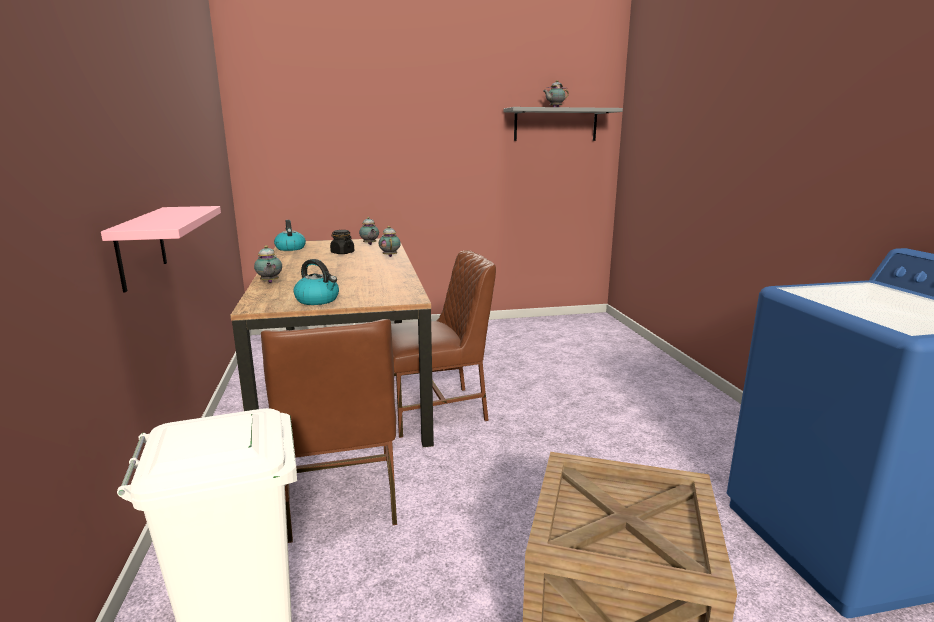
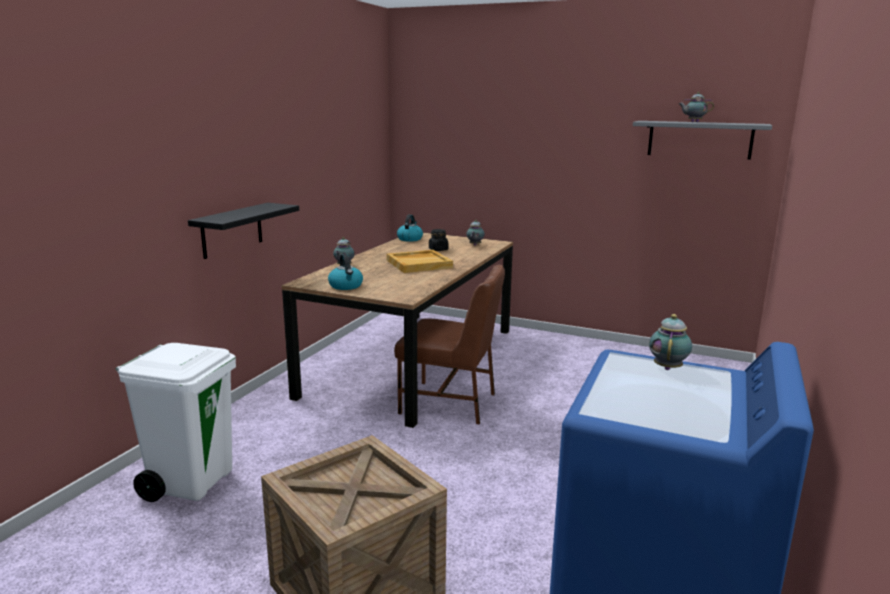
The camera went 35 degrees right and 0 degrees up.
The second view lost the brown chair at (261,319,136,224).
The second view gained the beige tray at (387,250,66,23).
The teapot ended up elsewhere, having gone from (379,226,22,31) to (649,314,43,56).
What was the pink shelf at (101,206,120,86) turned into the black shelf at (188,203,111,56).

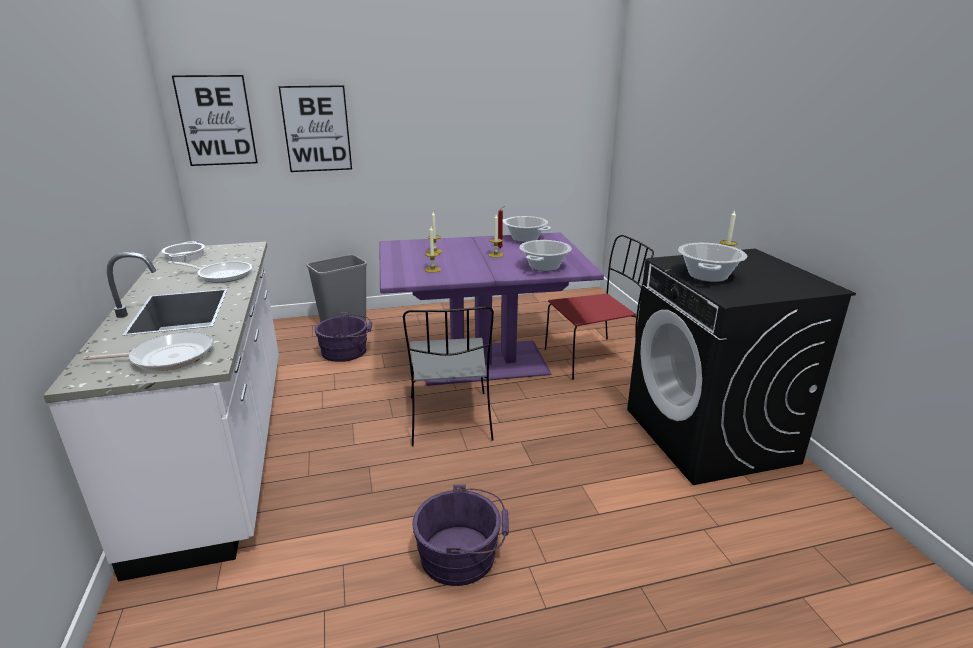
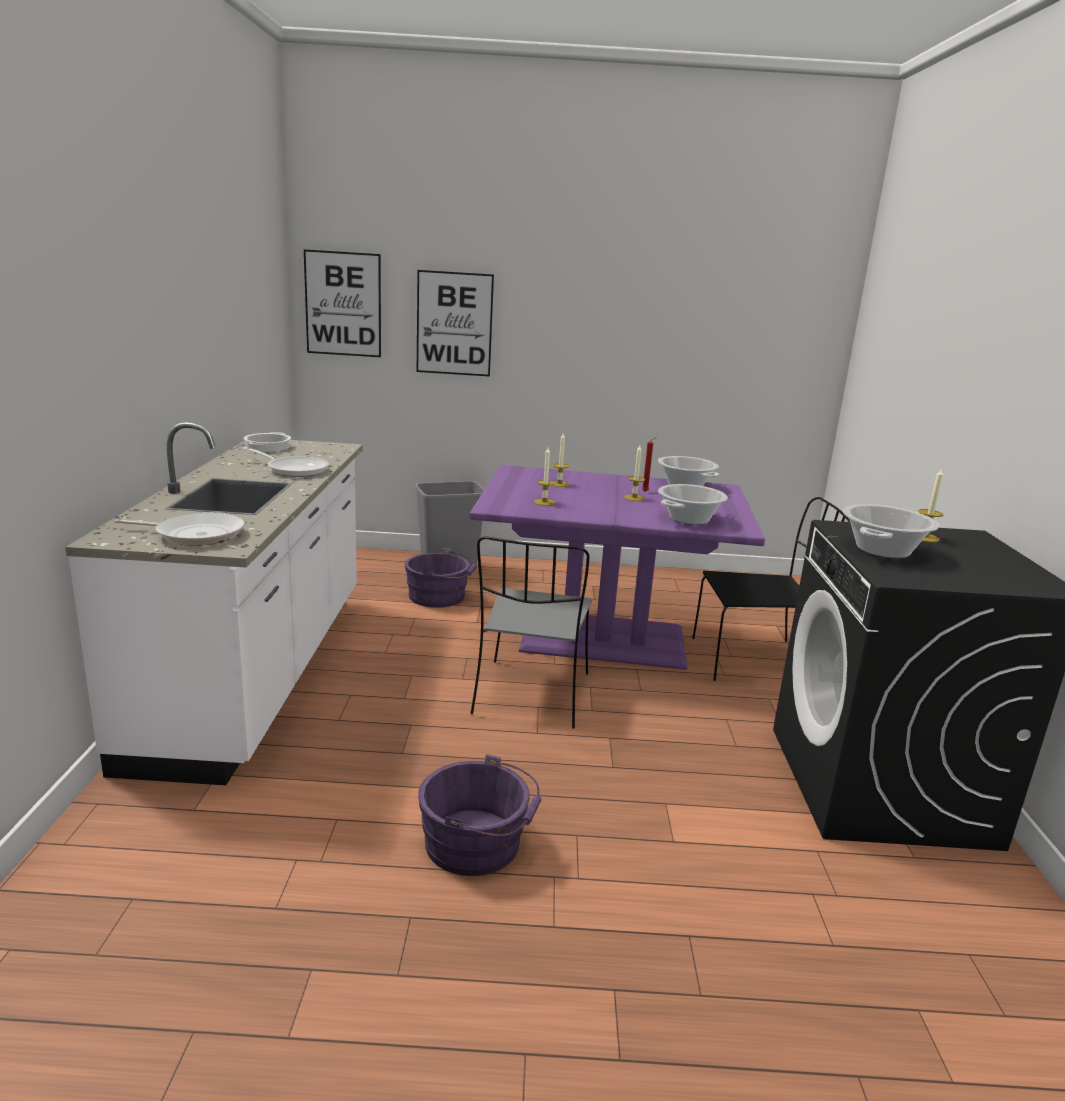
The camera went 15 degrees right and 5 degrees down.
What was the red chair at (545,235,109,145) turned into the black chair at (692,497,158,184).

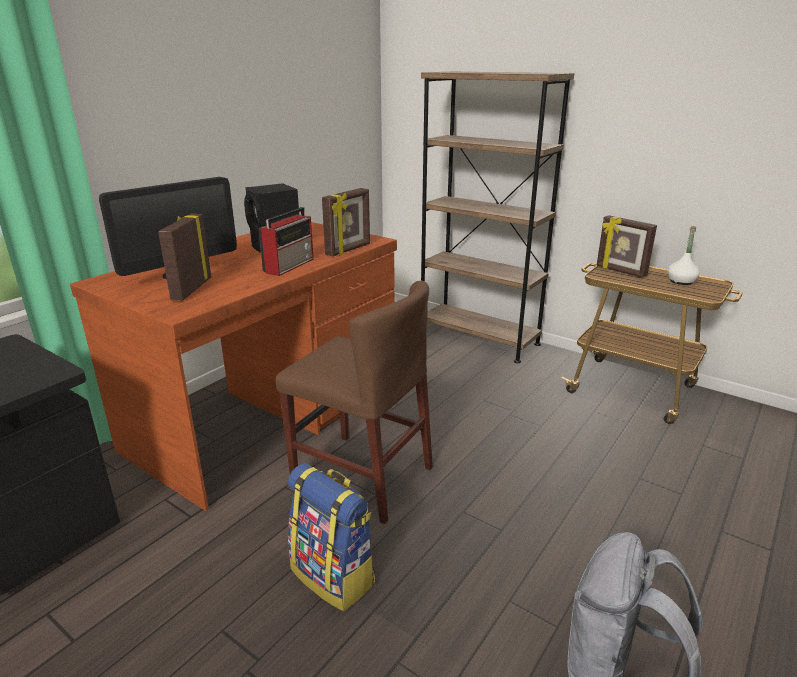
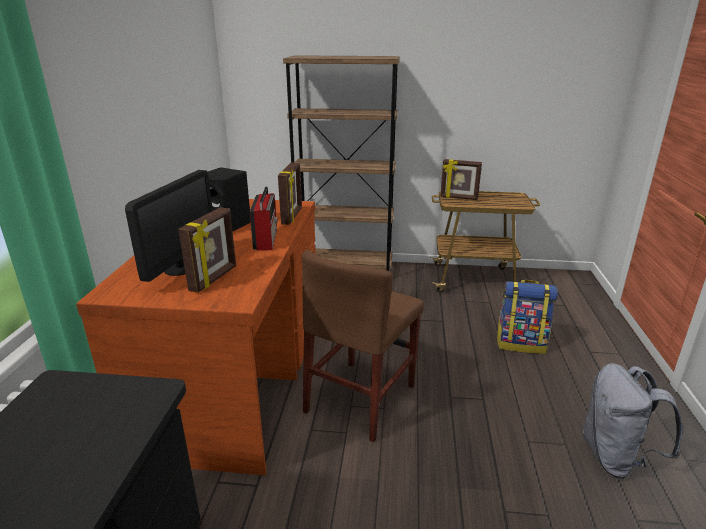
The camera went 30 degrees left and 0 degrees up.
The second view lost the white bottle at (668,226,32,59).
The backpack ended up elsewhere, having gone from (288,463,87,148) to (496,280,62,74).
The picture frame at (158,214,53,87) ended up facing another way, 135 degrees counterclockwise from before.
The brown chair at (275,281,158,243) ended up facing another way, 120 degrees clockwise from before.

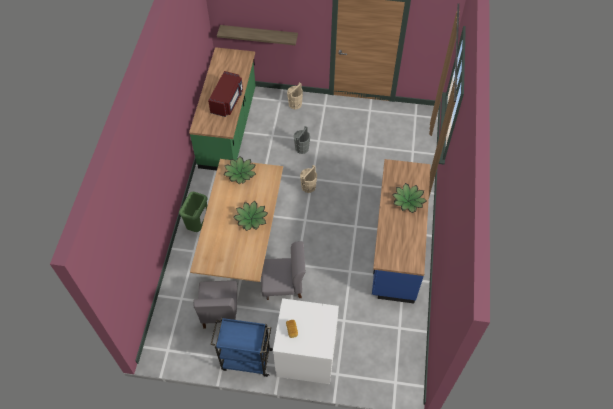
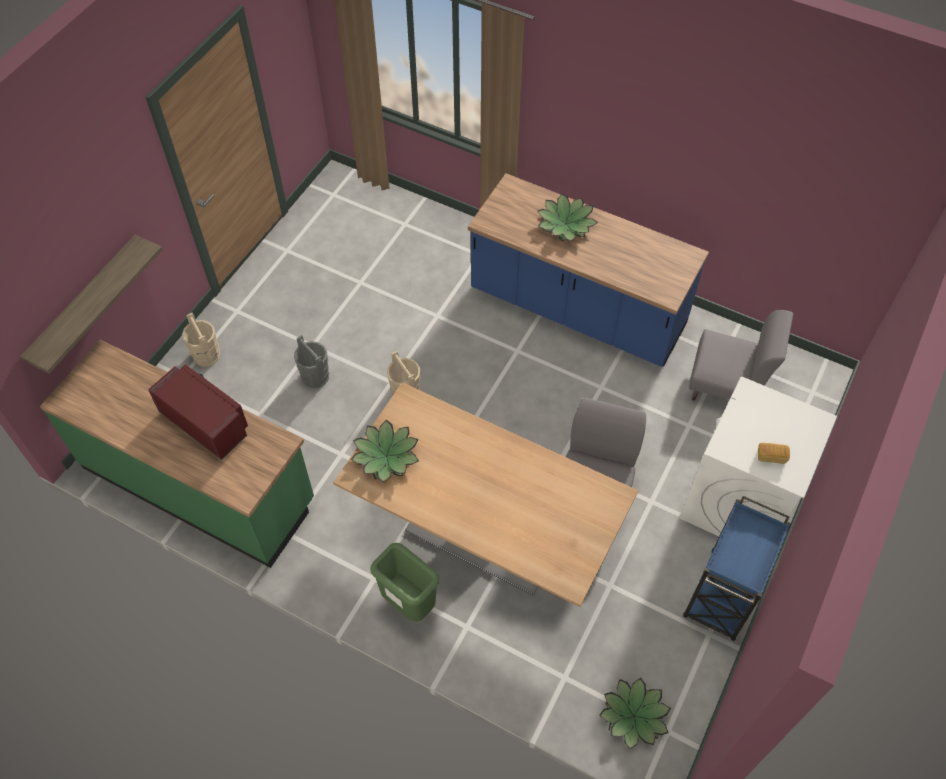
The camera went 70 degrees left and 0 degrees up.
The grey chair ended up elsewhere, having gone from (193,280,44,49) to (689,310,104,91).
The potted plant ended up elsewhere, having gone from (233,201,35,30) to (600,678,71,71).

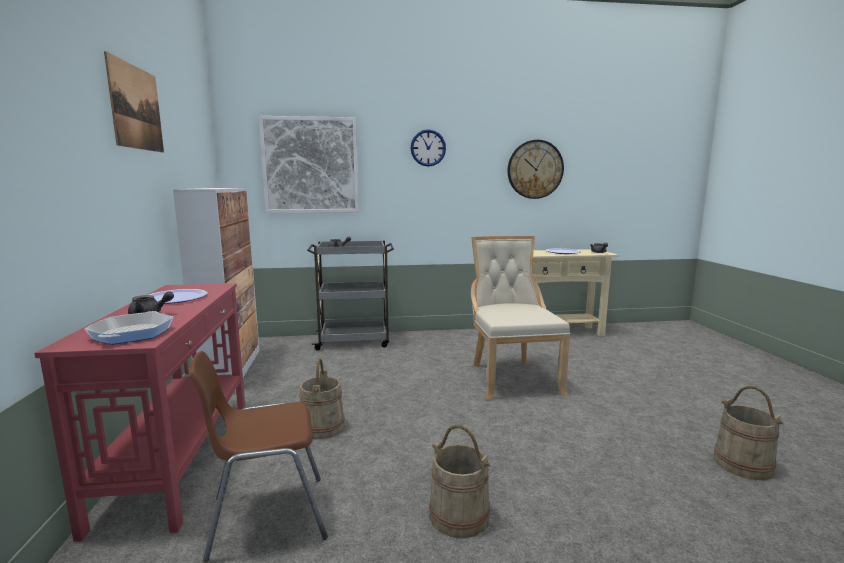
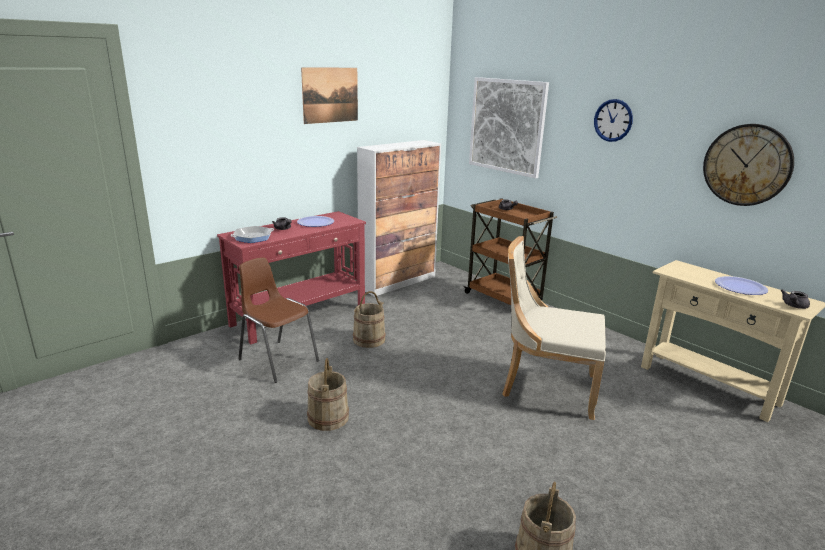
The camera went 55 degrees right and 10 degrees up.
What was the grey cart at (307,240,87,110) turned into the brown cart at (463,198,94,107).
The beige chair at (471,236,99,164) ended up facing another way, 120 degrees counterclockwise from before.

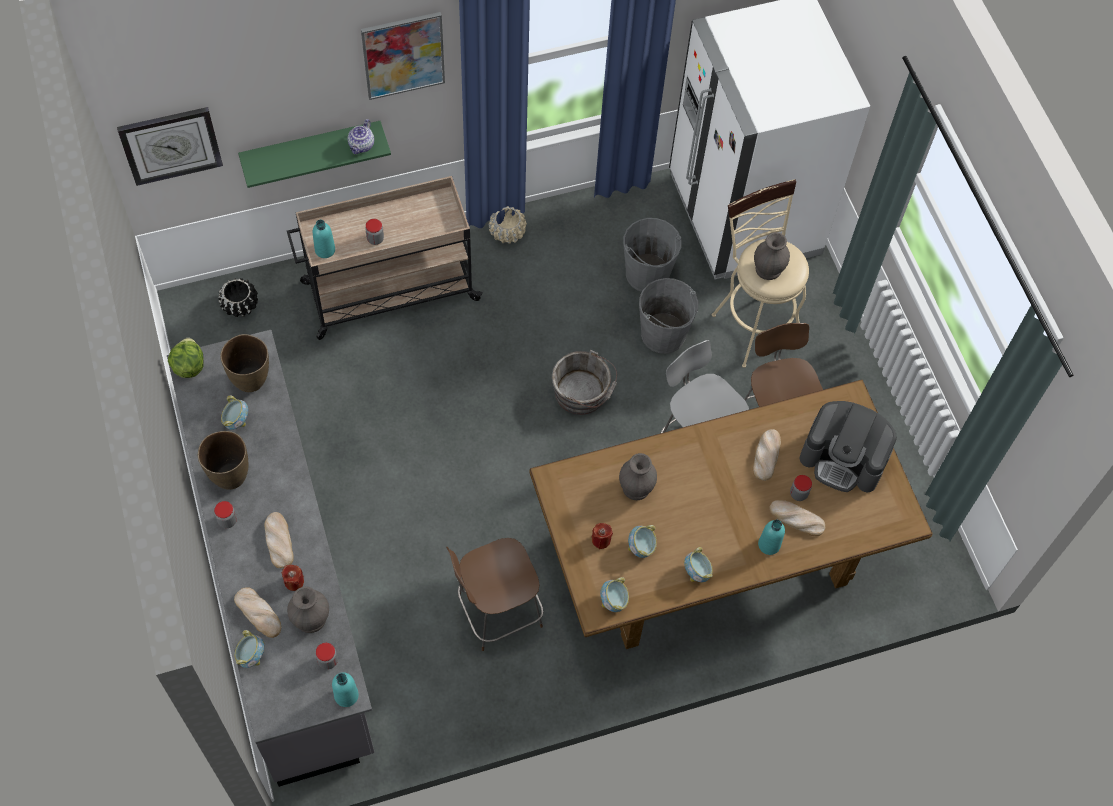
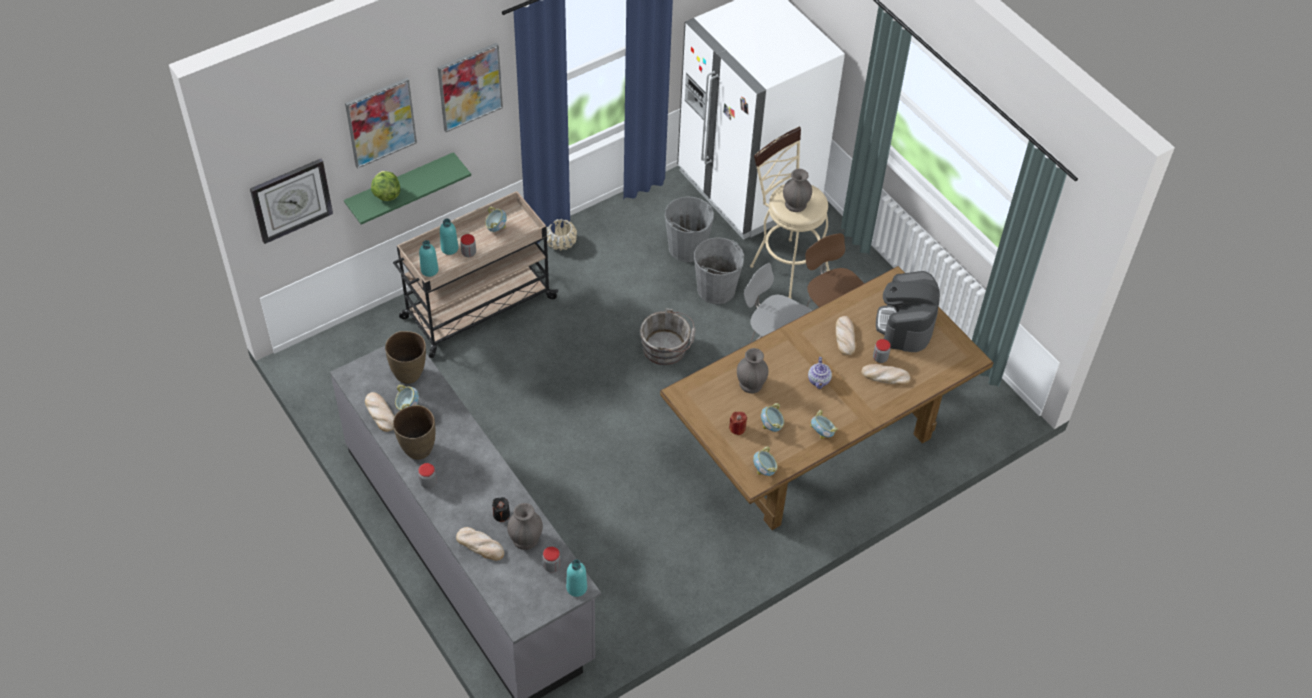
The camera went 15 degrees left and 10 degrees down.
The second view lost the black planter at (219,278,39,39).
The second view lost the brown chair at (446,538,97,113).
The second view gained the picture at (345,78,72,91).
The lettuce ended up elsewhere, having gone from (168,338,36,40) to (371,171,29,30).
The bowl ended up elsewhere, having gone from (235,630,29,38) to (485,207,22,25).
The bread ended up elsewhere, having gone from (265,512,29,56) to (365,392,29,40).
The teapot ended up elsewhere, having gone from (348,119,26,35) to (808,357,24,32).
The turquoise bottle ended up elsewhere, having gone from (758,520,27,35) to (440,219,18,36).
What was the red candle at (282,565,22,26) turned into the black candle at (492,497,18,25).
The coffee machine at (800,401,97,91) ended up facing another way, 90 degrees clockwise from before.

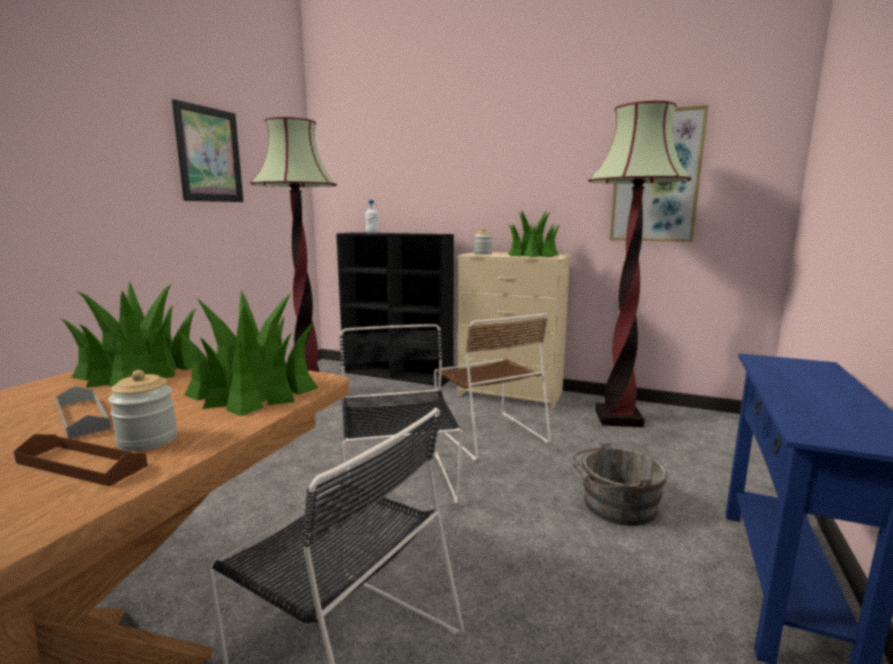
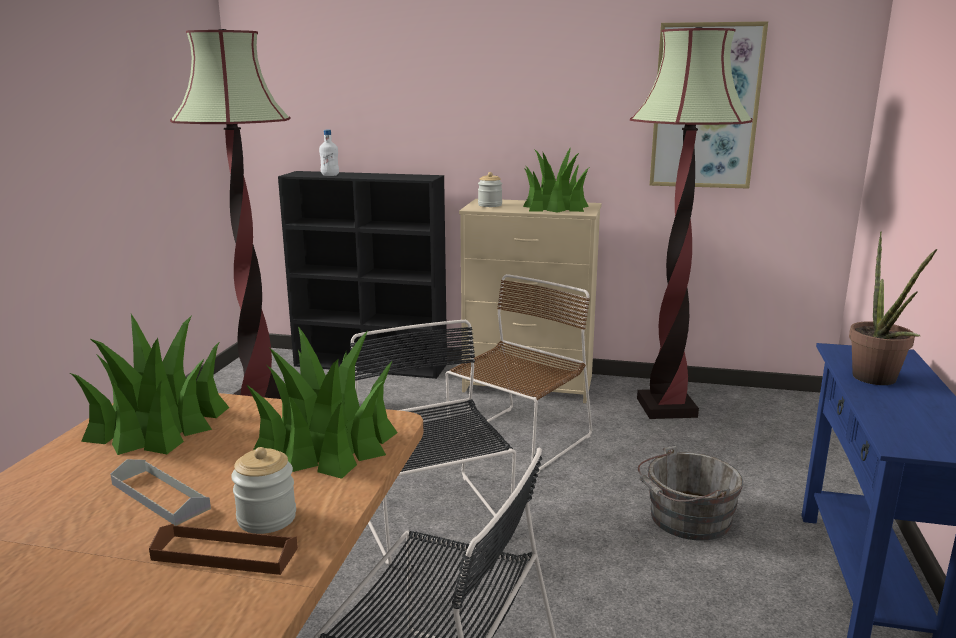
The camera went 10 degrees left and 5 degrees up.
The second view lost the picture at (172,99,71,103).
The second view gained the potted plant at (849,231,88,154).
The brown chair at (434,313,117,148) ended up facing another way, 105 degrees counterclockwise from before.

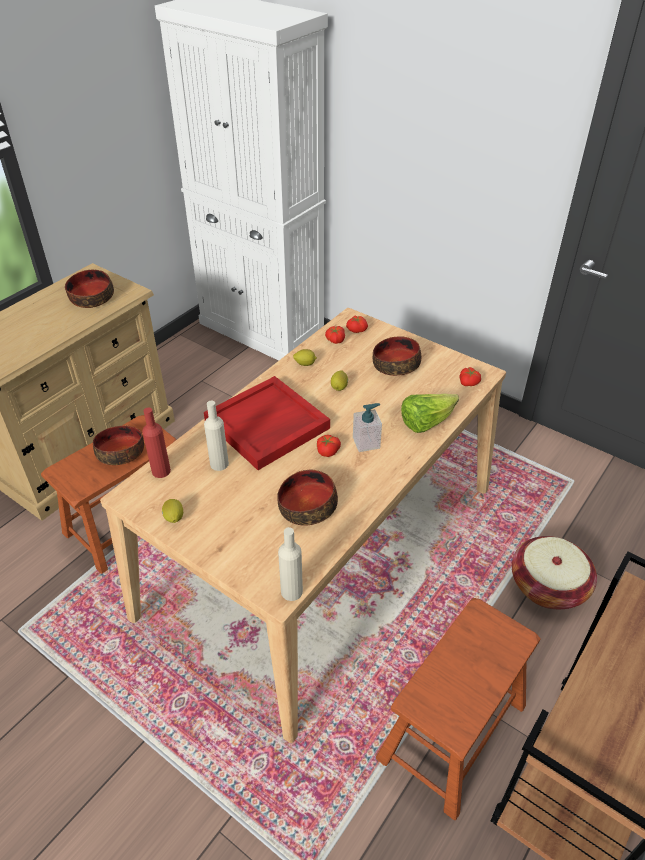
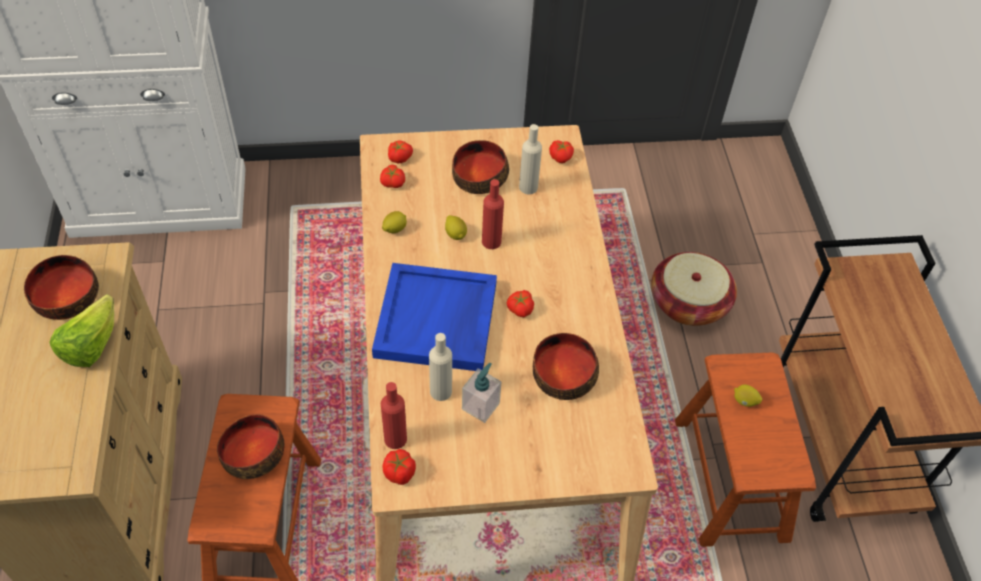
The camera went 45 degrees left and 10 degrees up.
The second view gained the tomato at (383,449,33,36).
The second view gained the red bottle at (482,179,22,70).
The lemon ended up elsewhere, having gone from (162,499,21,24) to (734,384,29,23).
The beige bottle ended up elsewhere, having gone from (278,527,25,74) to (519,124,23,70).
The soap dispenser ended up elsewhere, having gone from (353,403,29,49) to (462,363,39,60).
The lettuce ended up elsewhere, having gone from (401,394,58,39) to (50,294,64,73).
What was the red tray at (204,376,126,94) turned into the blue tray at (372,263,125,108).

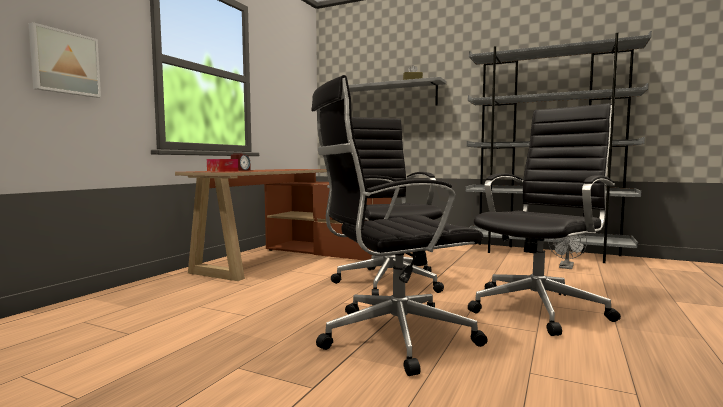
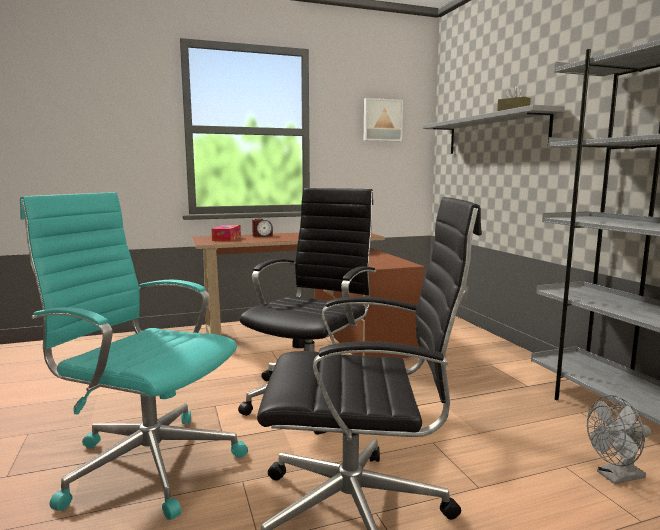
The camera went 45 degrees right and 5 degrees up.
The picture ended up elsewhere, having gone from (28,22,73,76) to (364,98,39,43).
What was the black office chair at (311,75,177,301) turned into the turquoise office chair at (20,192,228,328).

